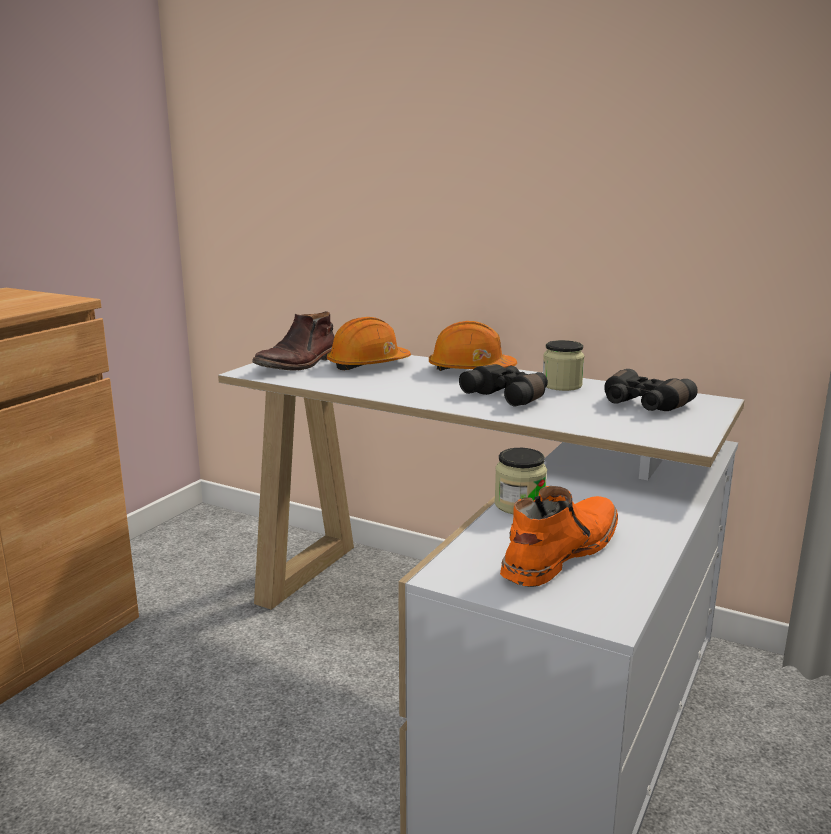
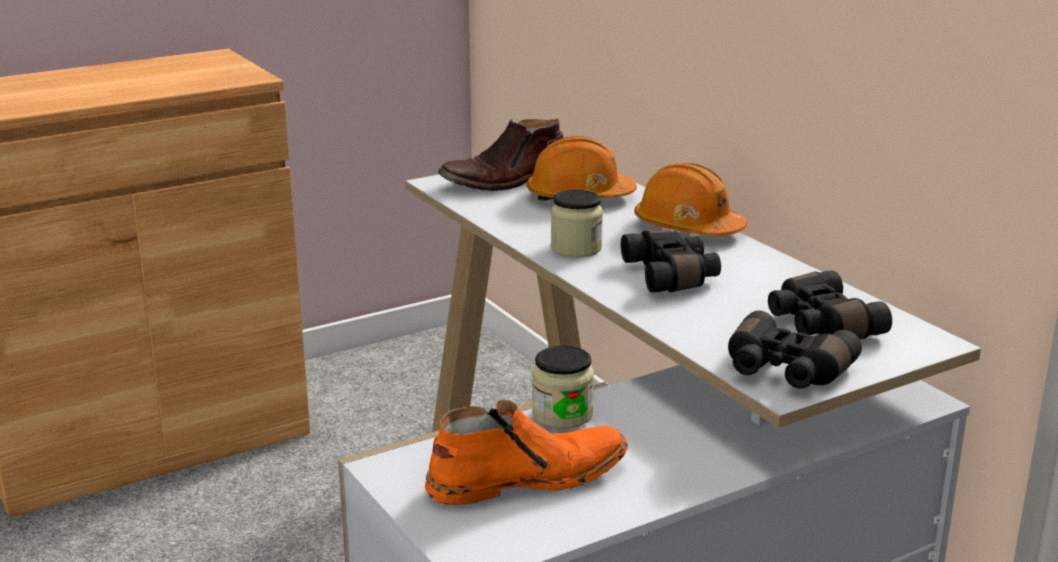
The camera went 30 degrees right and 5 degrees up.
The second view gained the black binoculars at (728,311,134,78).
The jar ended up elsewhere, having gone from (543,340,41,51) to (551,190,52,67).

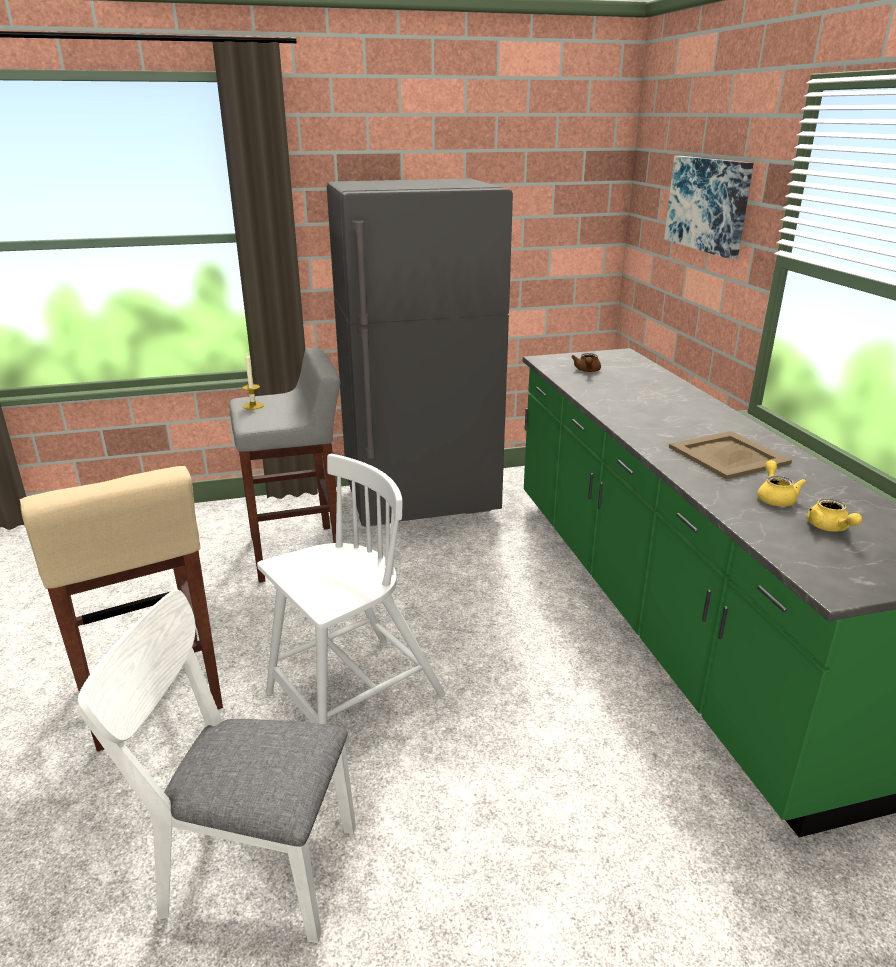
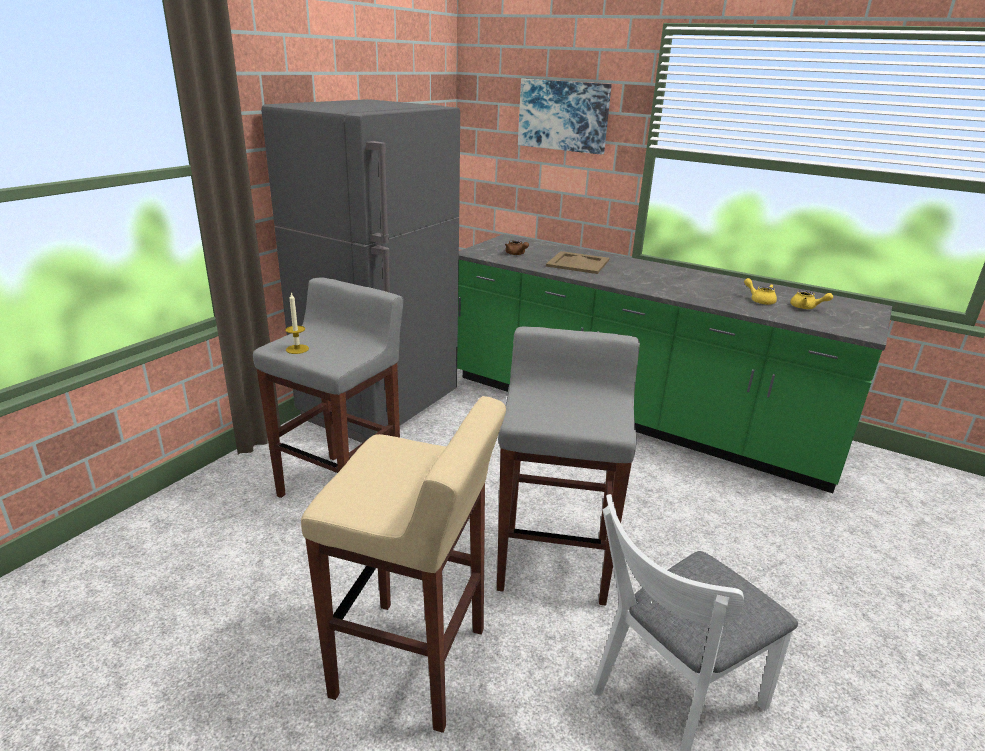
The camera went 45 degrees left and 0 degrees up.
The beige tray ended up elsewhere, having gone from (669,431,123,49) to (546,251,63,23).
Where the white chair stood at (257,454,188,270), the grey stool came to stand at (497,326,143,280).

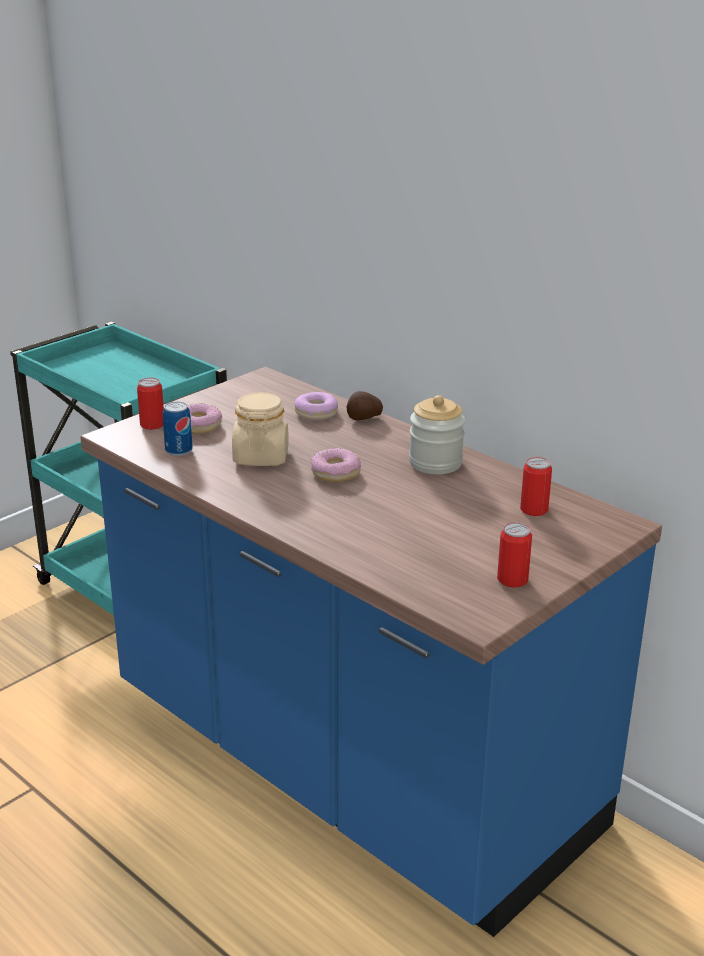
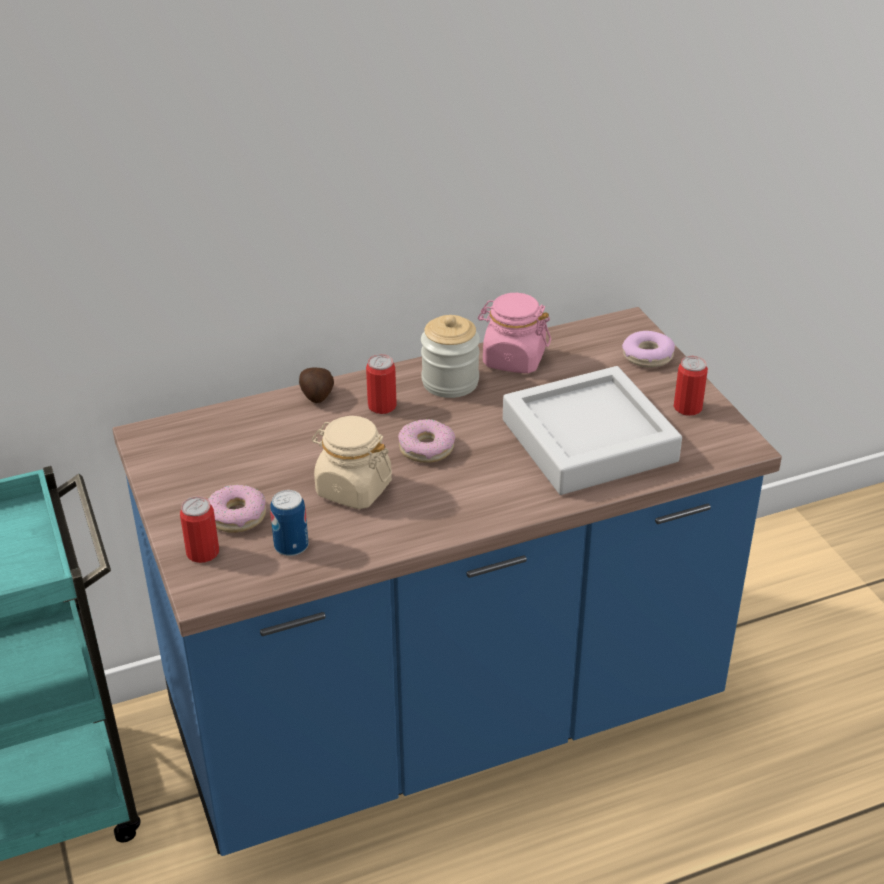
The camera went 65 degrees left and 10 degrees up.
The second view gained the pink jar at (478,293,73,80).
The second view gained the grey tray at (503,366,179,129).
The donut ended up elsewhere, having gone from (294,392,44,28) to (622,331,53,37).
The can ended up elsewhere, having gone from (520,457,32,59) to (366,354,31,60).

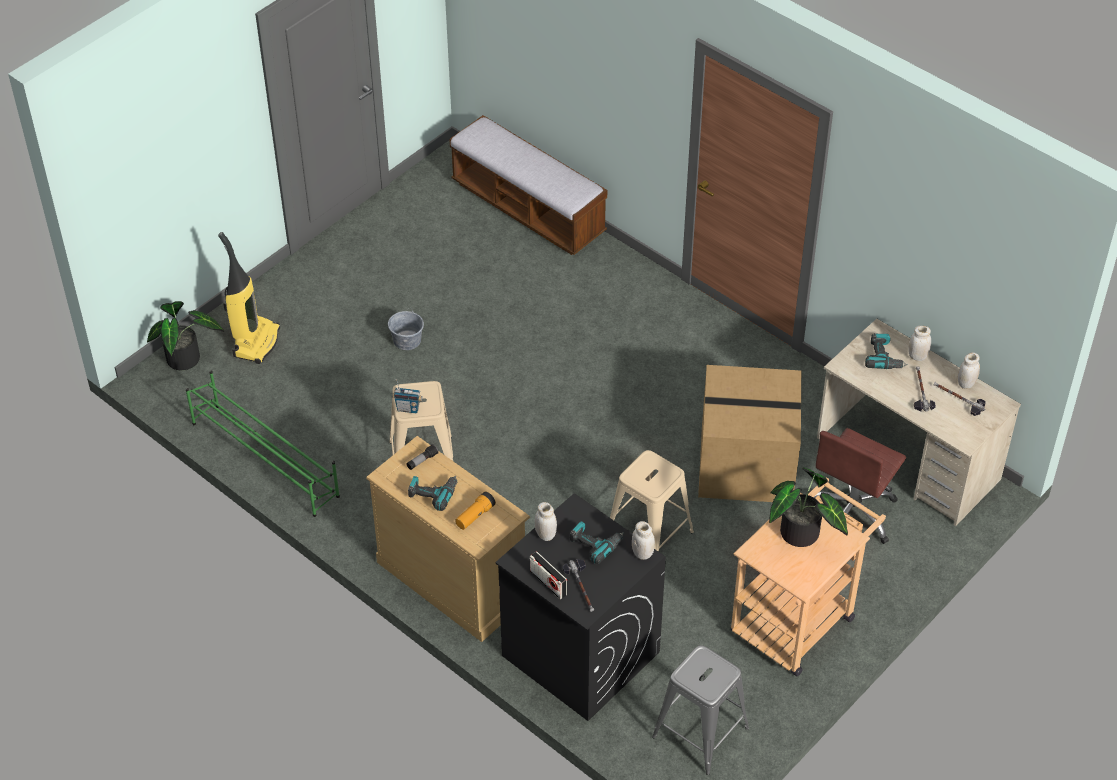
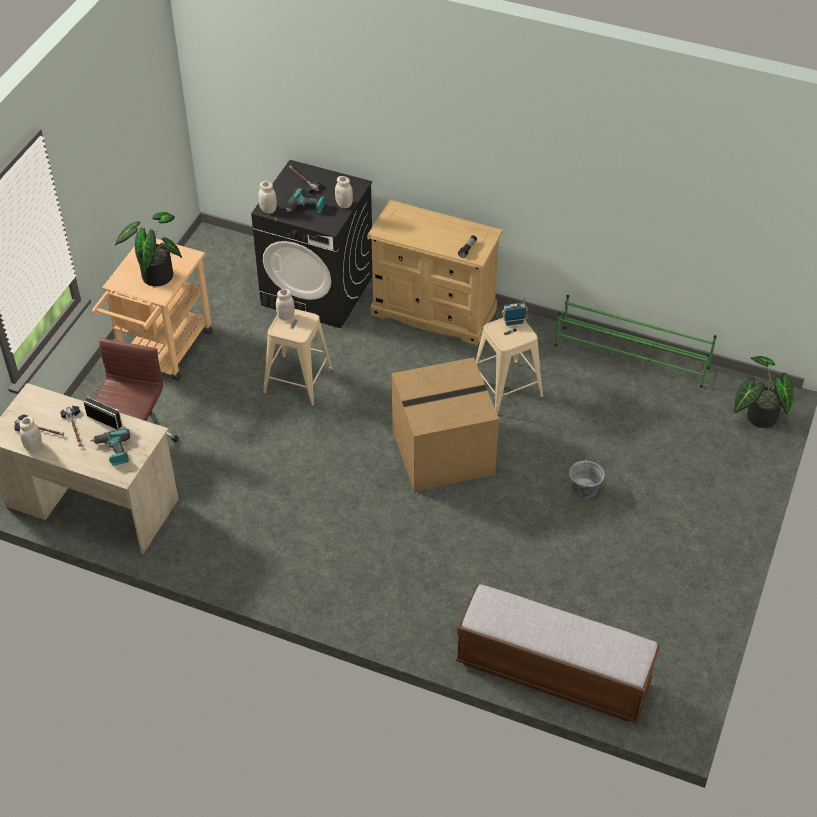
The camera went 160 degrees right and 0 degrees up.
The second view lost the vacuum cleaner at (218,232,62,132).
The second view lost the power drill at (408,476,50,35).
The second view lost the flashlight at (455,491,41,39).
The second view lost the grey stool at (652,645,97,130).
The radio ended up elsewhere, having gone from (530,551,37,48) to (83,396,40,34).
The cardboard box ended up elsewhere, having gone from (698,365,103,137) to (392,357,107,134).
The white jar ended up elsewhere, having gone from (908,326,23,35) to (276,289,19,32).

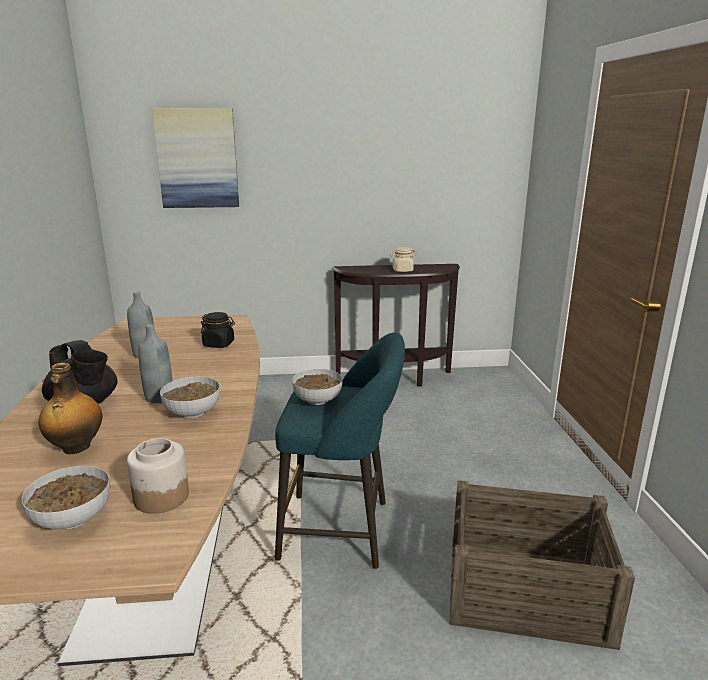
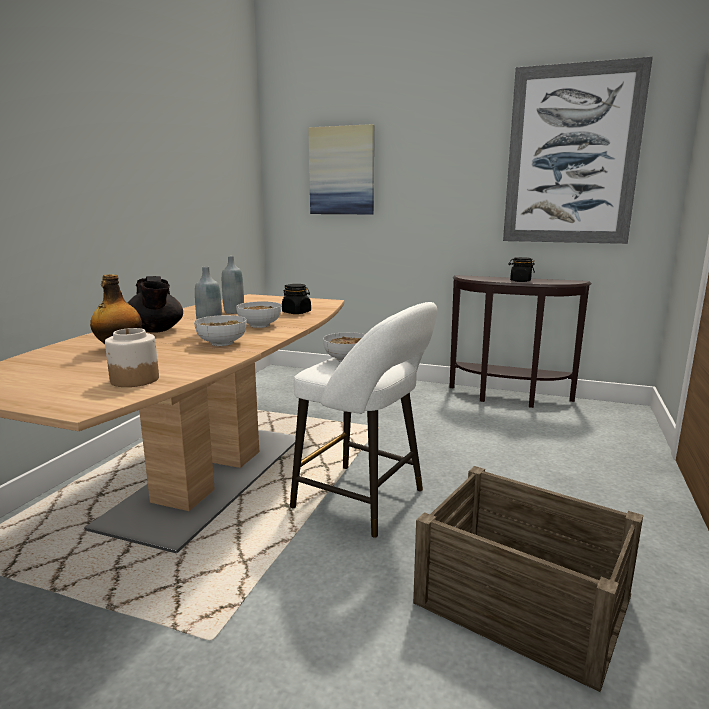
The camera went 25 degrees right and 5 degrees down.
The second view gained the picture at (503,57,150,187).
The bowl ended up elsewhere, having gone from (21,466,89,63) to (236,301,45,27).
What was the turquoise stool at (275,332,130,237) turned into the white stool at (290,302,147,236).
What was the beige jar at (391,247,24,25) turned into the black jar at (508,257,27,25).

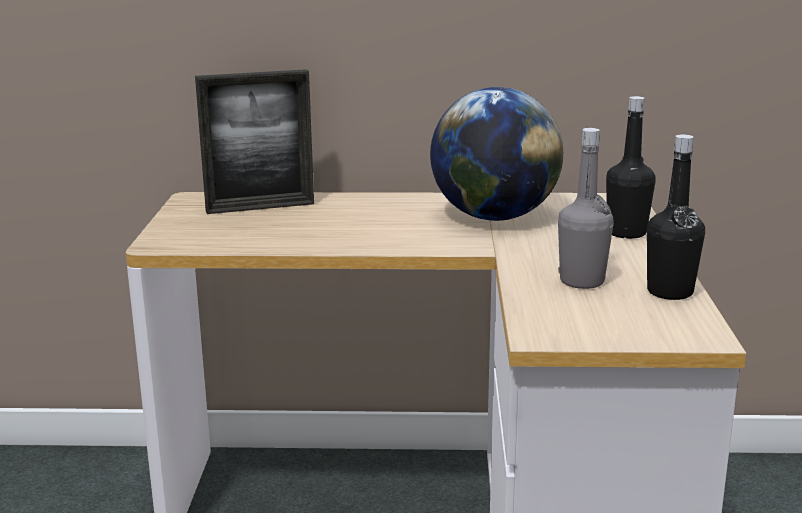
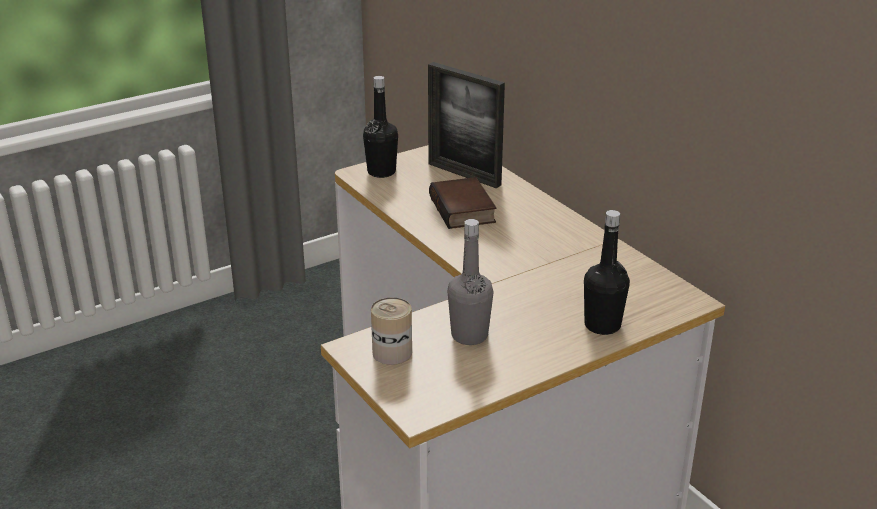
The camera went 55 degrees right and 10 degrees up.
The second view lost the globe at (430,87,133,134).
The second view gained the can at (371,297,41,68).
The second view gained the book at (429,177,67,52).
The black bottle ended up elsewhere, having gone from (647,134,58,166) to (363,76,35,102).

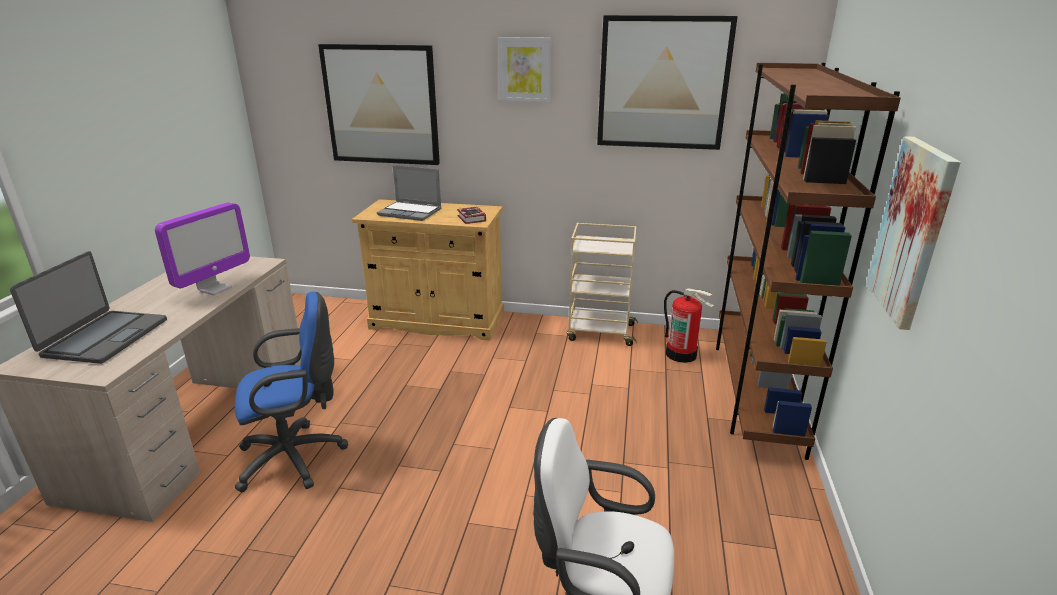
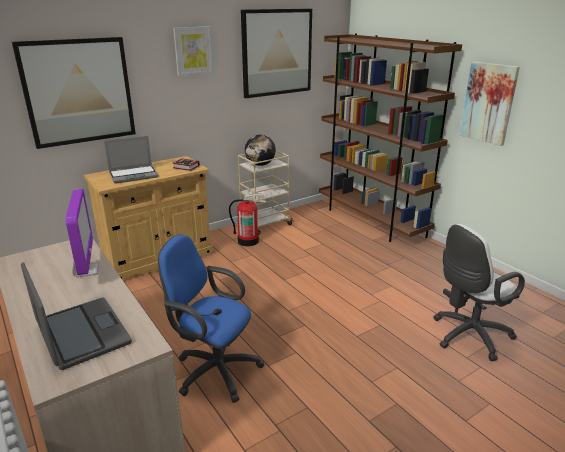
The camera went 45 degrees left and 0 degrees up.
The second view gained the globe at (245,135,31,31).
The fire extinguisher ended up elsewhere, having gone from (664,288,50,75) to (229,194,37,53).
The blue office chair at (234,292,114,200) ended up facing another way, 90 degrees counterclockwise from before.

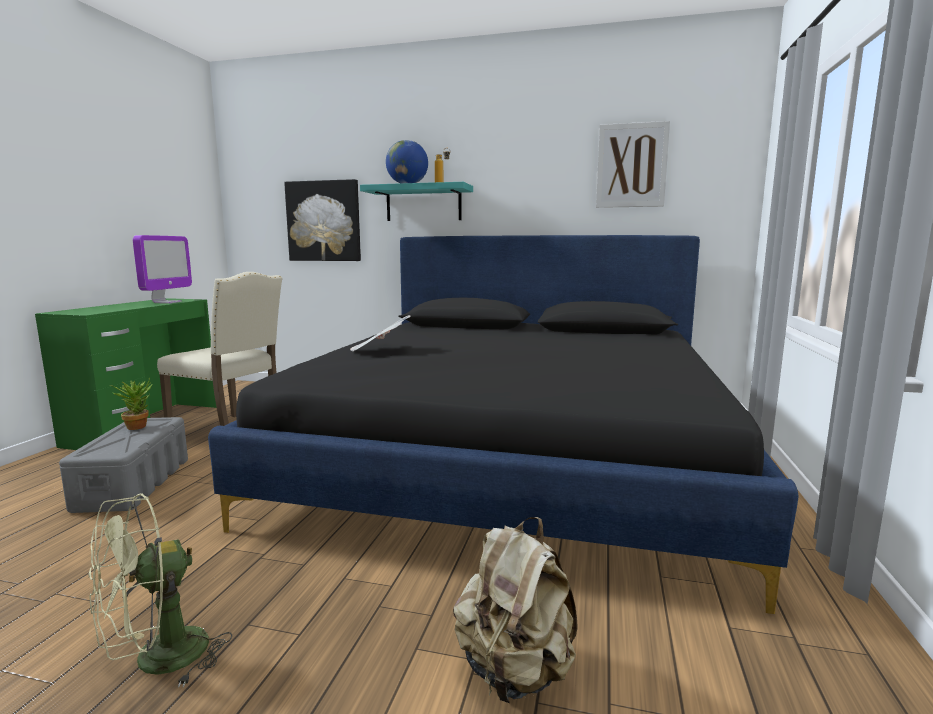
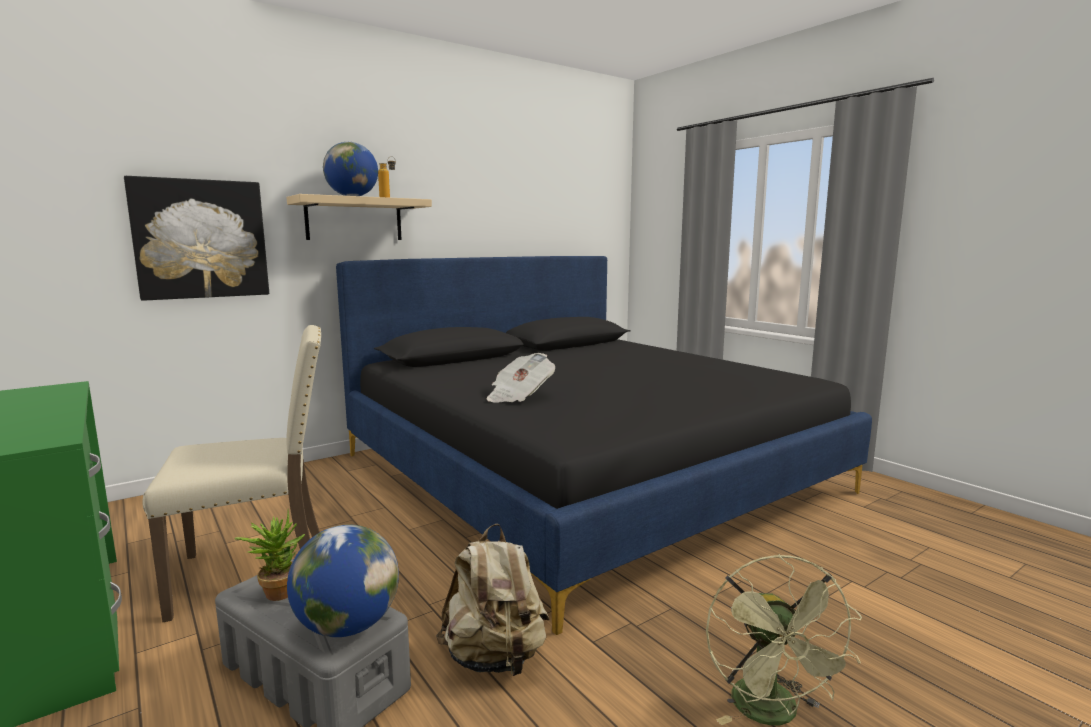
The camera went 50 degrees left and 0 degrees up.
The second view lost the monitor at (133,235,59,68).
The second view lost the picture at (596,121,74,87).
The second view gained the globe at (287,524,112,113).
The beige backpack ended up elsewhere, having gone from (453,517,125,186) to (436,523,113,153).
What was the turquoise shelf at (360,182,113,39) turned into the beige shelf at (287,194,145,46).

